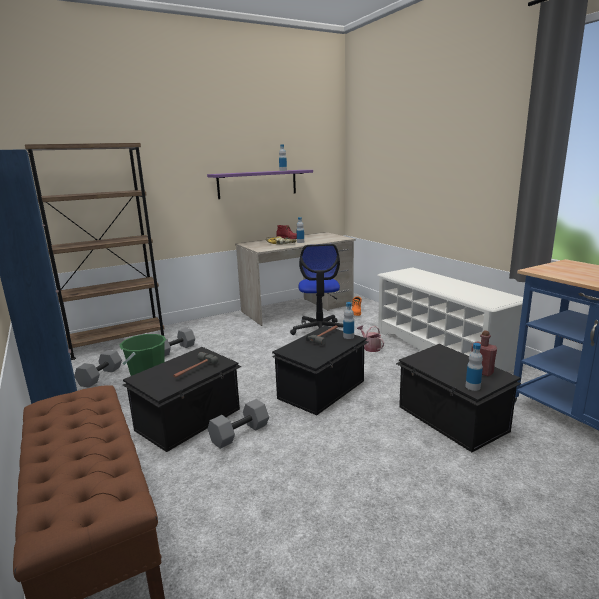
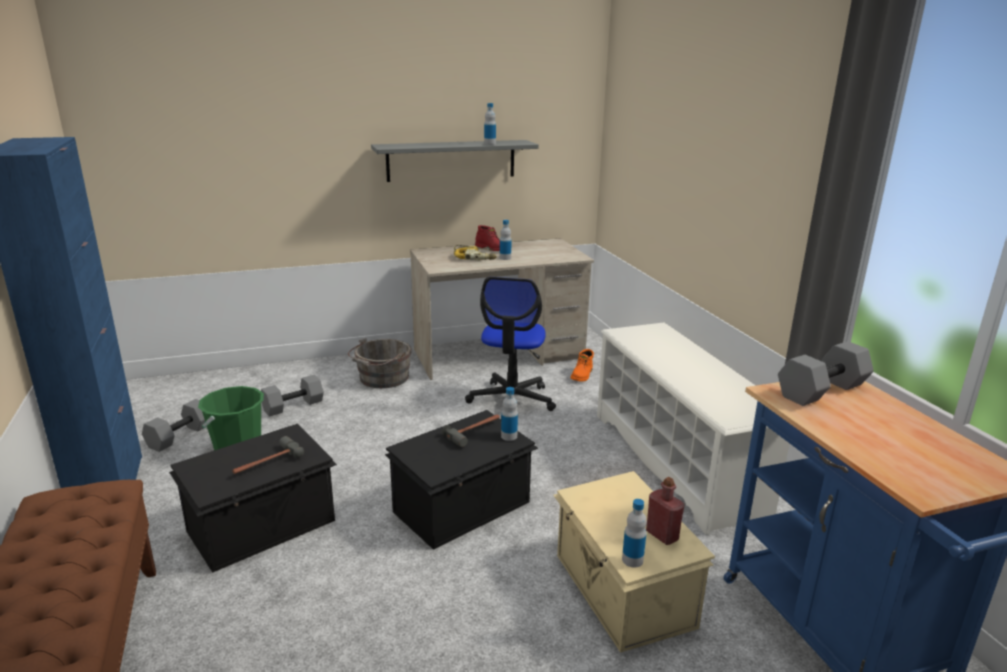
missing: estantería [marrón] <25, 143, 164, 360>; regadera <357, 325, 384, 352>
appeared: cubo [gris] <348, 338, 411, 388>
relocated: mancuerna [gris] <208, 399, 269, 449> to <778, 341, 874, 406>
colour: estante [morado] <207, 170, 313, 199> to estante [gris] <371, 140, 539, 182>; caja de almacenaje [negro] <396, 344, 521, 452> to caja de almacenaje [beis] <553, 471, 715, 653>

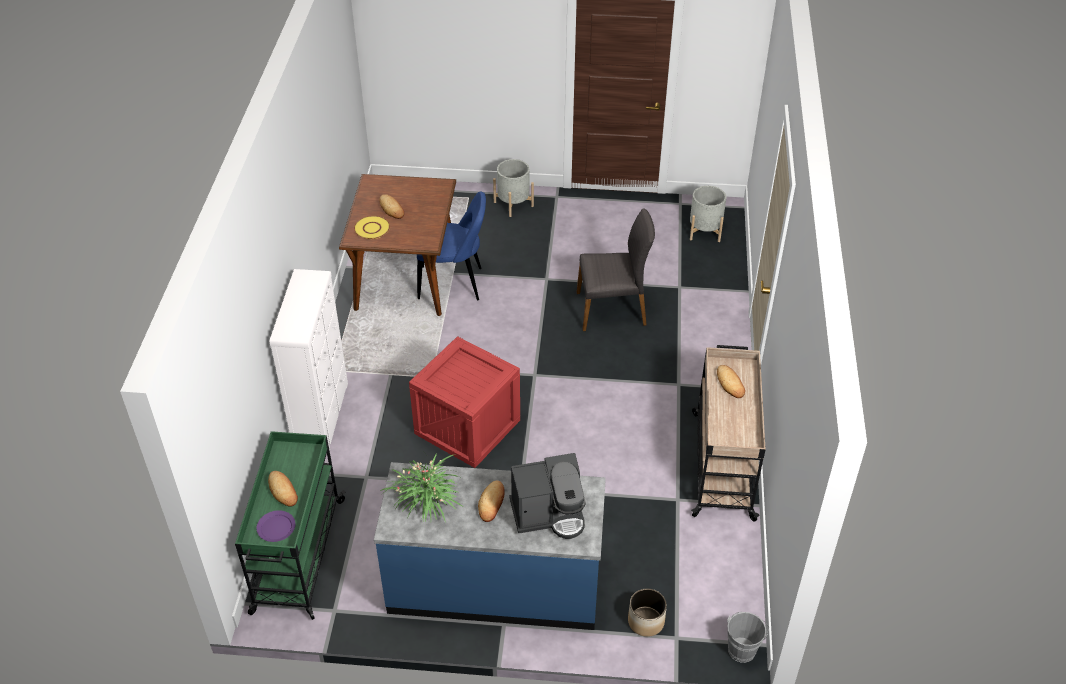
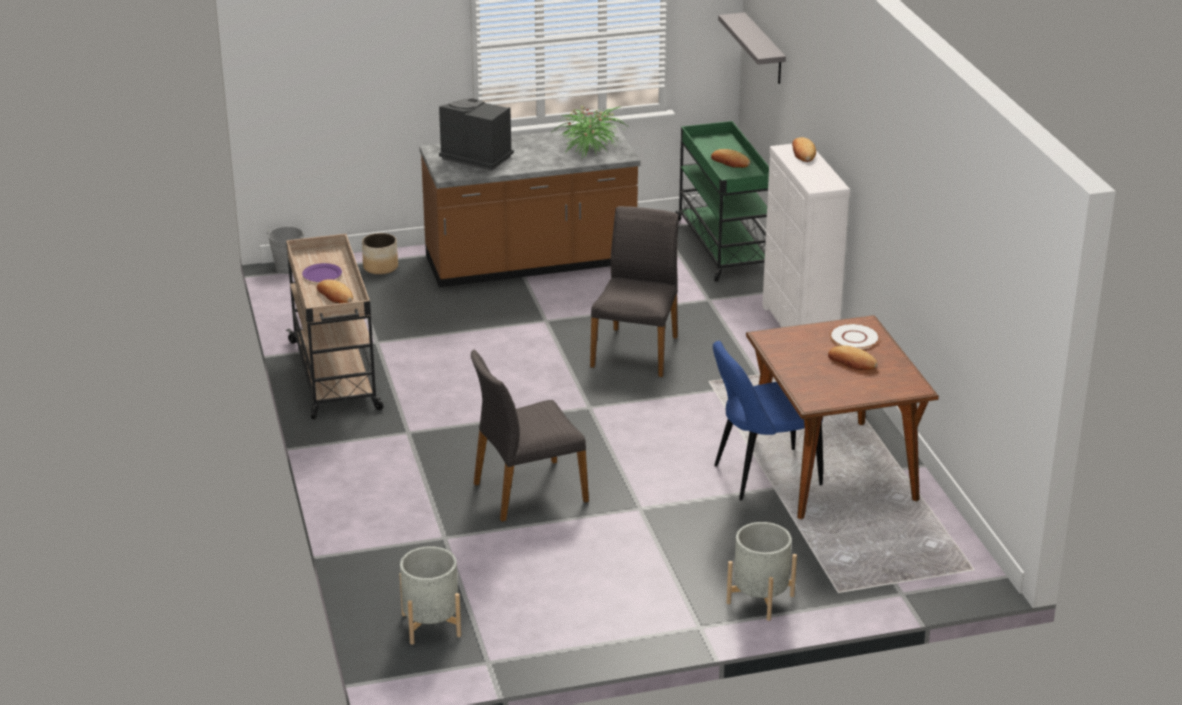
appeared: estante [gris] <718, 12, 786, 84>
relocated: pan <478, 480, 505, 522> to <792, 137, 816, 162>; plato [morado] <256, 510, 295, 542> to <302, 263, 342, 282>
exchanged: caja de embalaje <409, 336, 520, 468> to silla [gris] <590, 206, 679, 377>
colour: plato [amarillo] <354, 216, 390, 239> to plato [blanco] <830, 324, 880, 349>; mueble bajo de cocina [azul] <374, 462, 606, 630> to mueble bajo de cocina [marrón] <419, 125, 640, 287>
spun: cafetera <509, 453, 586, 539> = <439, 98, 514, 171> 60 degrees clockwise

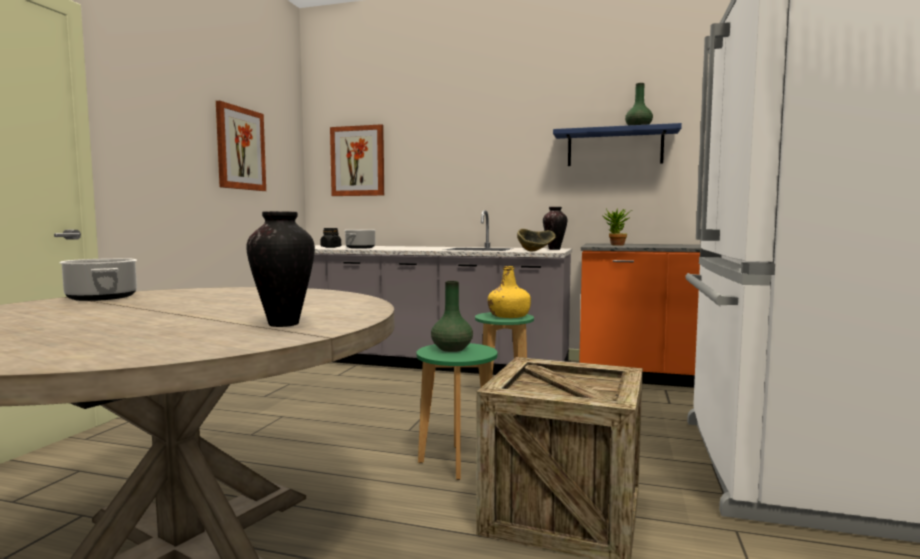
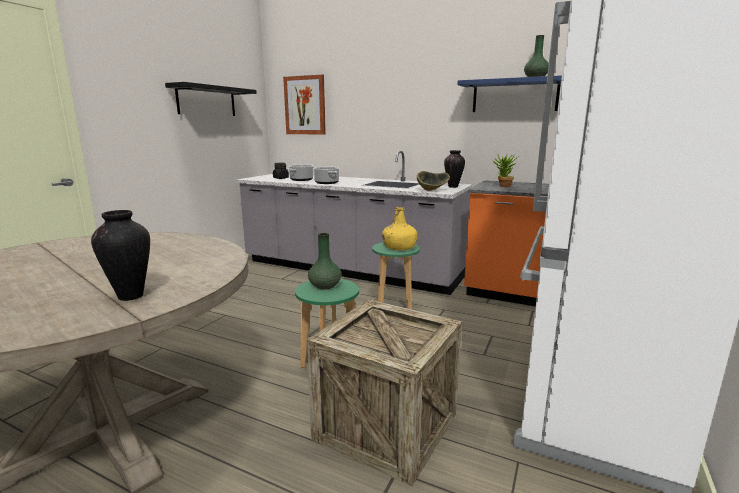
relocated: olla <60, 258, 137, 301> to <313, 167, 339, 184>
exchanged: cuadro <216, 101, 266, 191> to estante [negro] <165, 82, 257, 116>

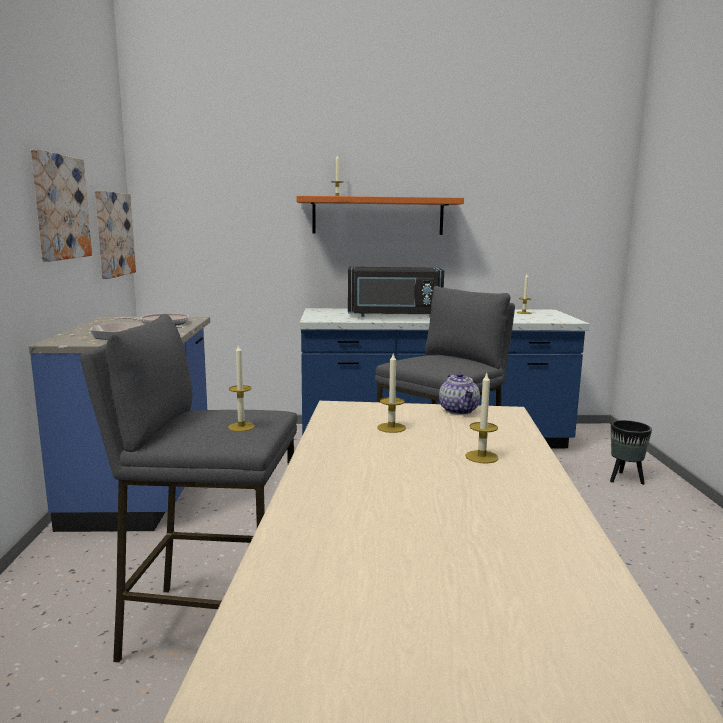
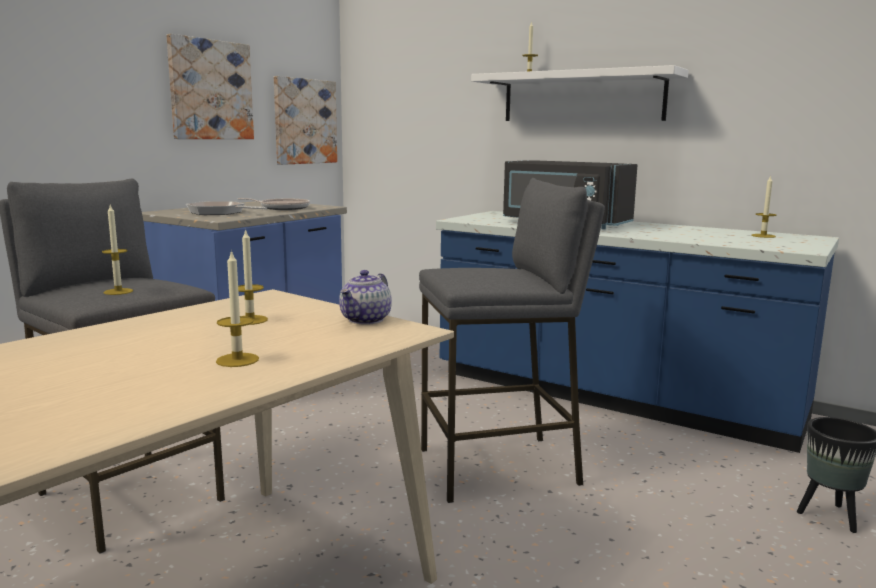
colour: estante [naranja] <296, 196, 464, 235> to estante [blanco] <471, 65, 689, 121>

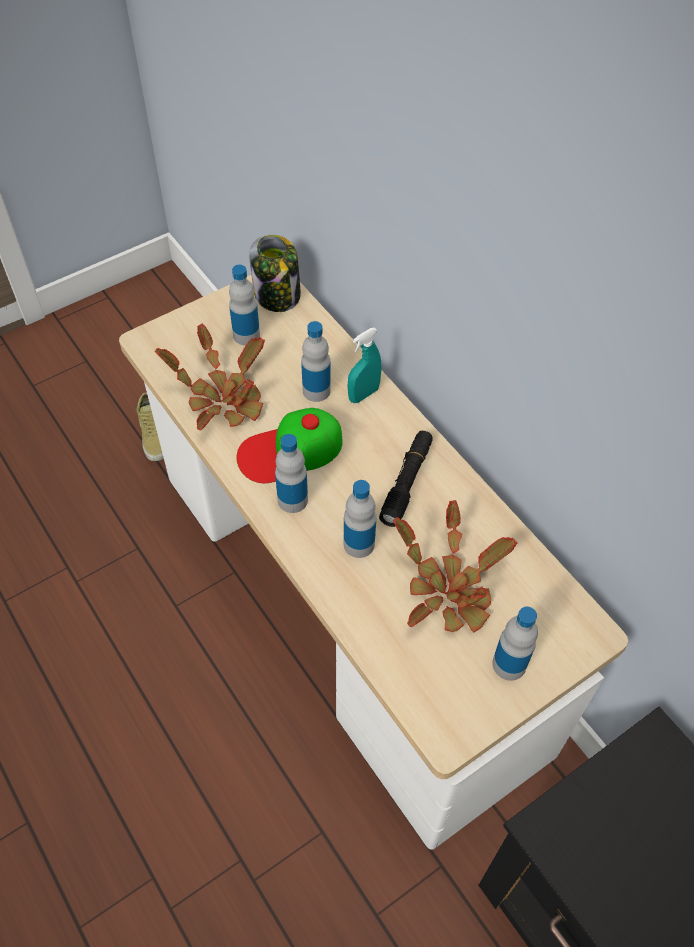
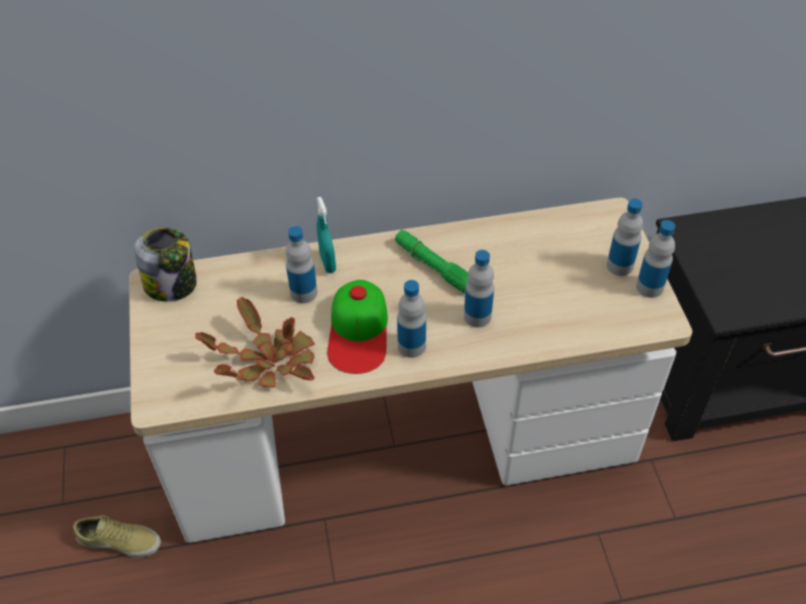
missing: planta en maceta <393, 500, 517, 633>
relocated: botella <229, 265, 260, 345> to <636, 220, 675, 298>
colour: linterna [negro] <379, 431, 433, 527> to linterna [verde] <395, 230, 468, 293>

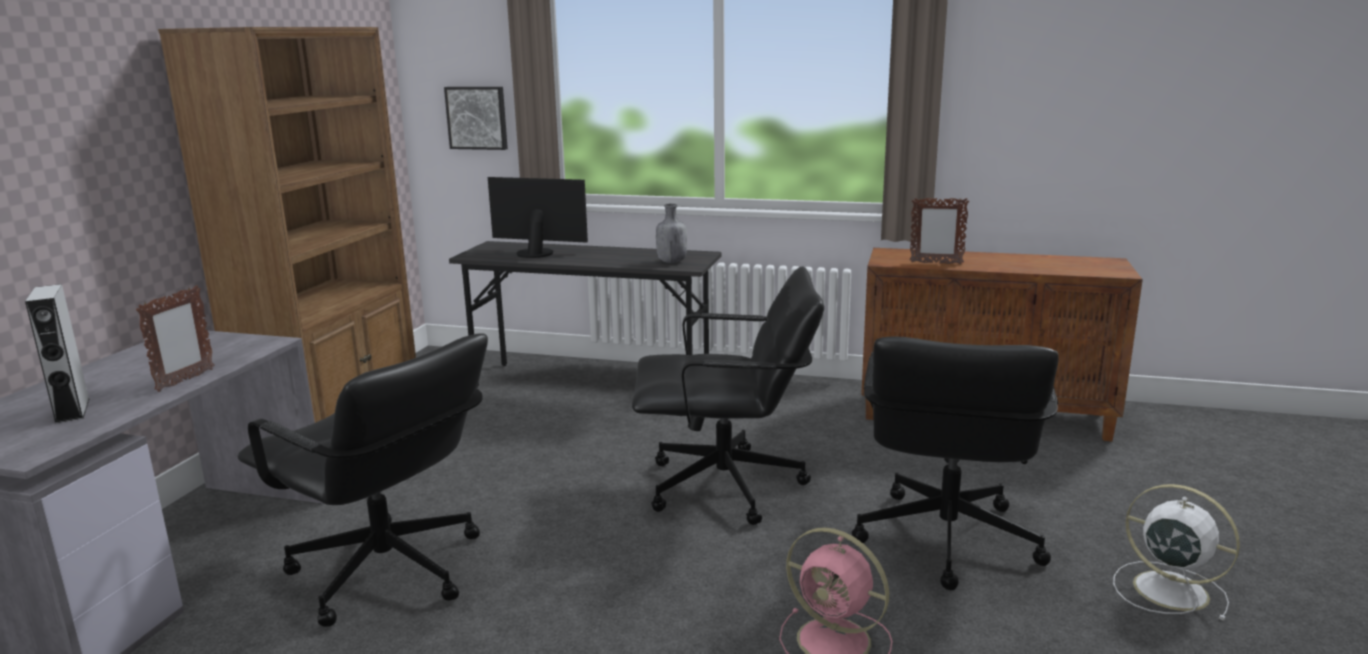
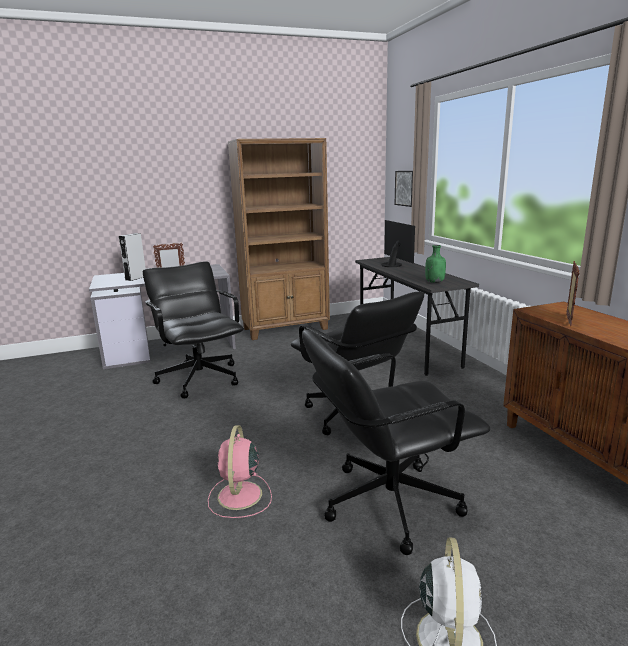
colour: botella [gris] <656, 204, 687, 263> to botella [verde] <425, 245, 446, 283>
spun: portarretratos <910, 197, 969, 265> = <566, 261, 579, 326> 135 degrees counterclockwise; silla de oficina [negro] <237, 333, 488, 627> = <143, 261, 244, 398> 150 degrees clockwise

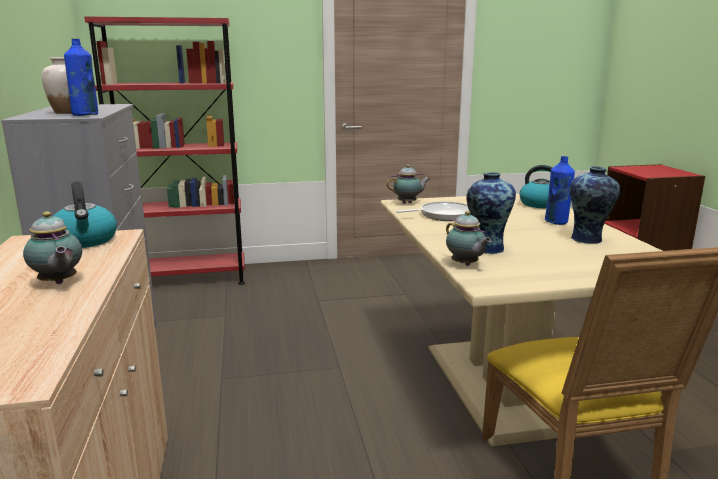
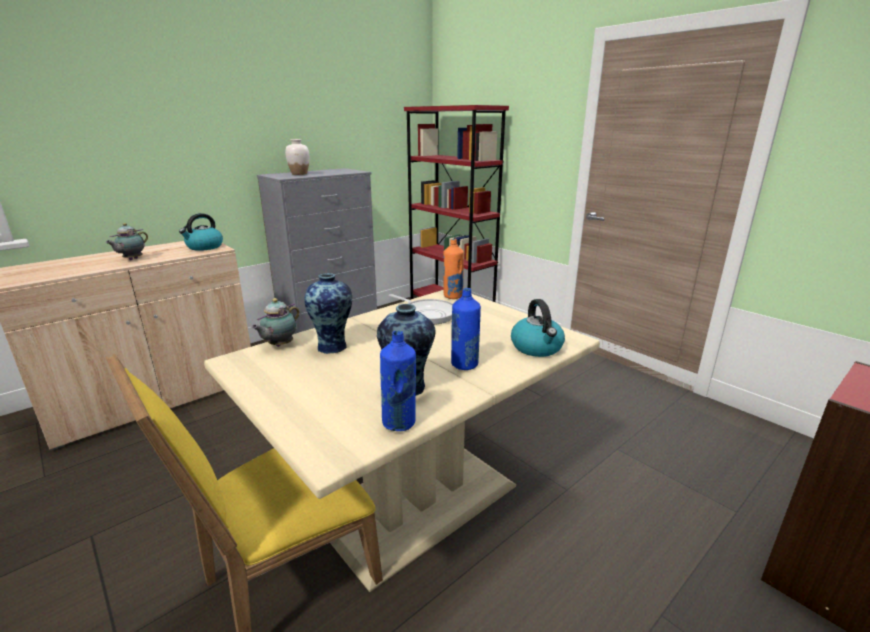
relocated: botella [azul] <64, 39, 98, 116> to <380, 330, 416, 431>
exchanged: tetera <386, 164, 430, 204> to botella [naranja] <443, 239, 464, 299>

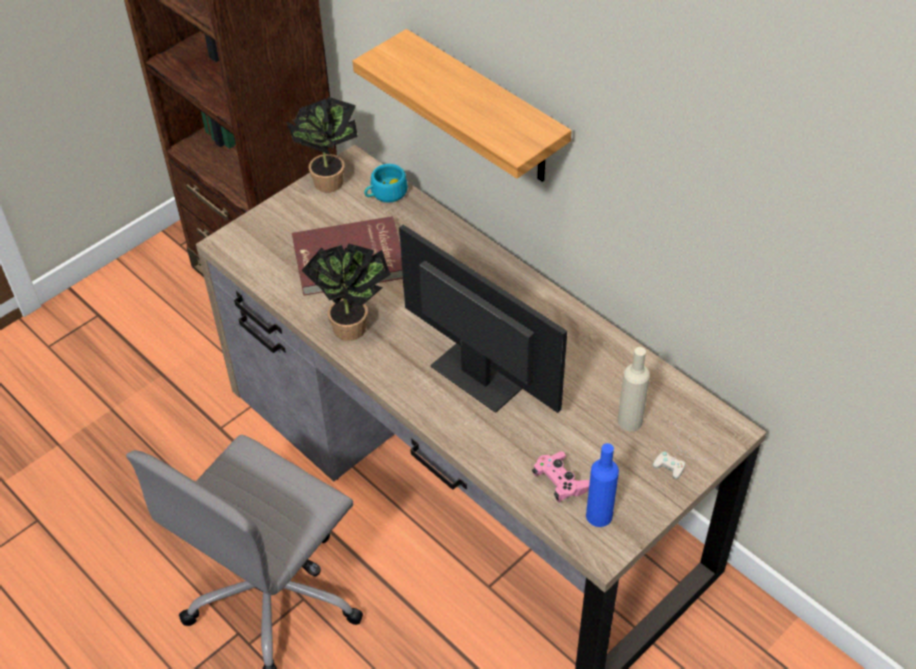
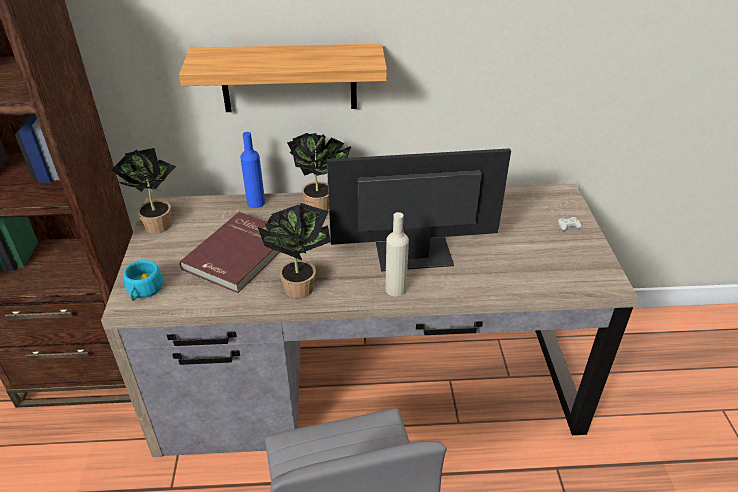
missing: mando de consola [rosa] <532, 451, 590, 503>
appeared: planta en maceta <287, 133, 351, 210>
relocated: taza [turquesa] <364, 164, 408, 203> to <123, 260, 163, 301>; botella [beis] <617, 347, 650, 431> to <385, 212, 409, 296>; botella [azul] <586, 443, 619, 527> to <240, 132, 265, 208>

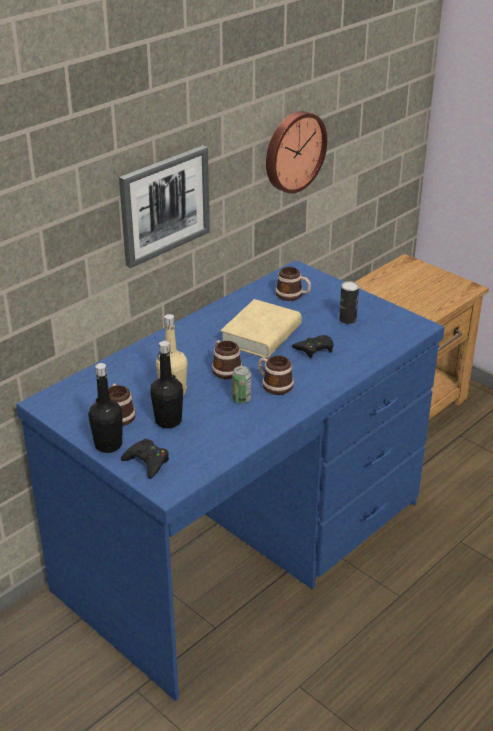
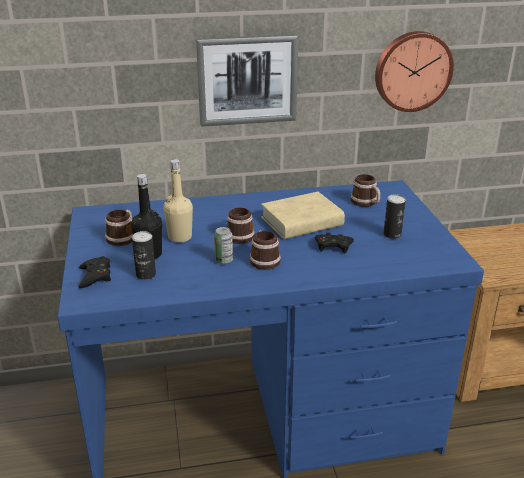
missing: botella [negro] <88, 363, 123, 453>
appeared: lata <132, 231, 156, 280>

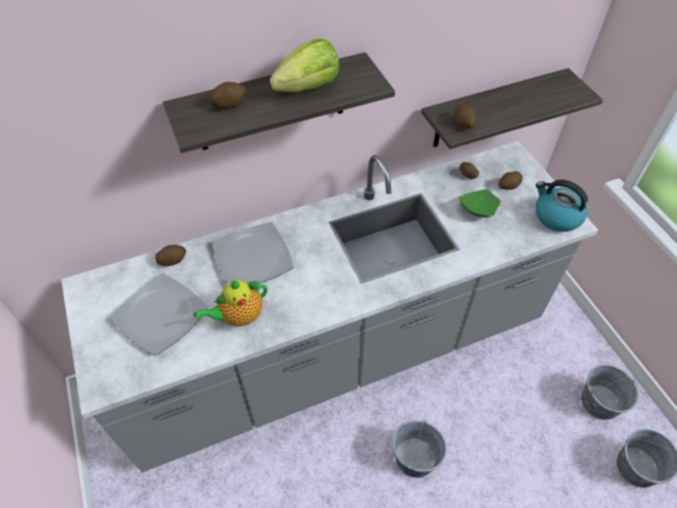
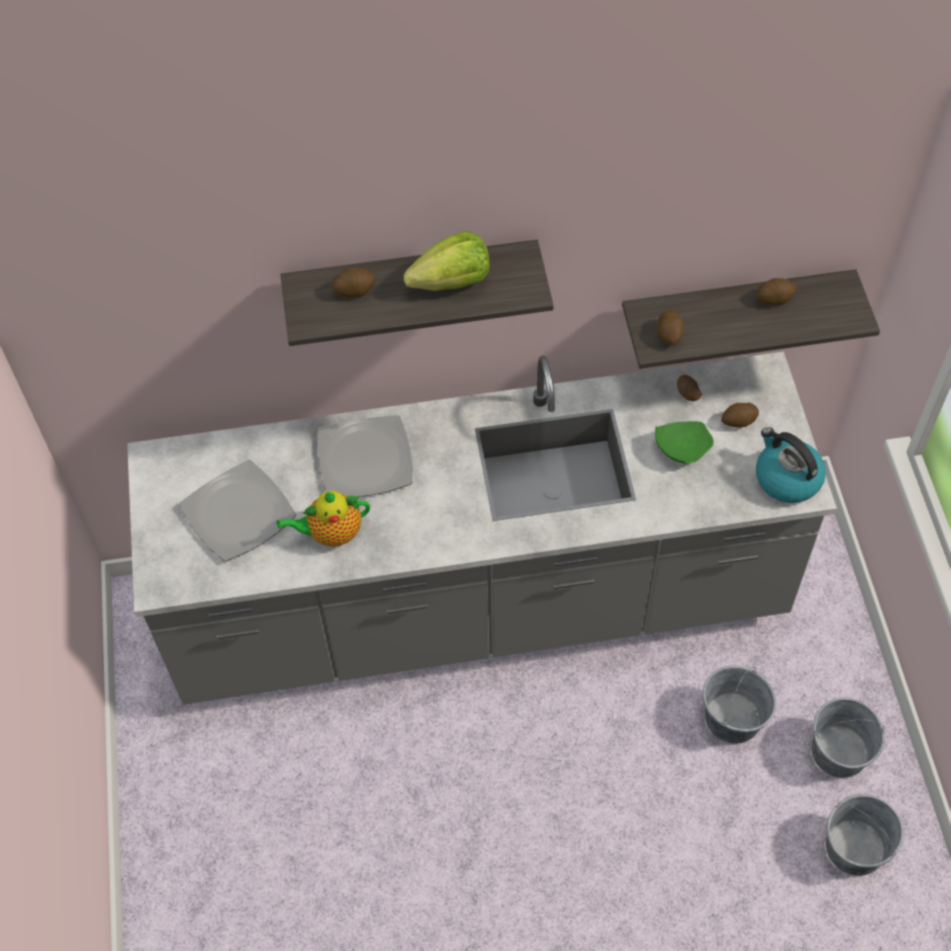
relocated: patata <155, 245, 186, 266> to <756, 278, 797, 305>; cubo [gris] <392, 420, 447, 478> to <703, 666, 776, 744>

